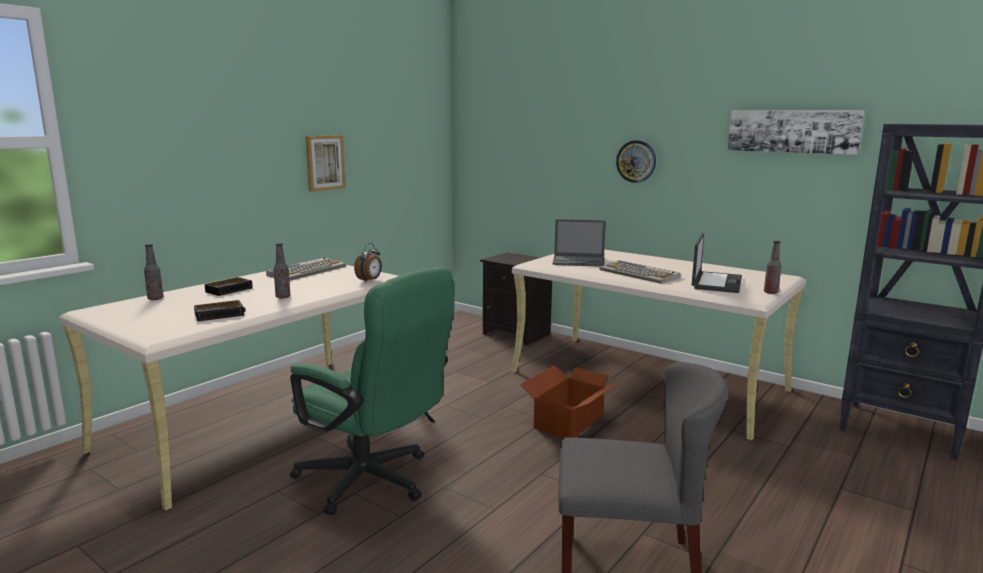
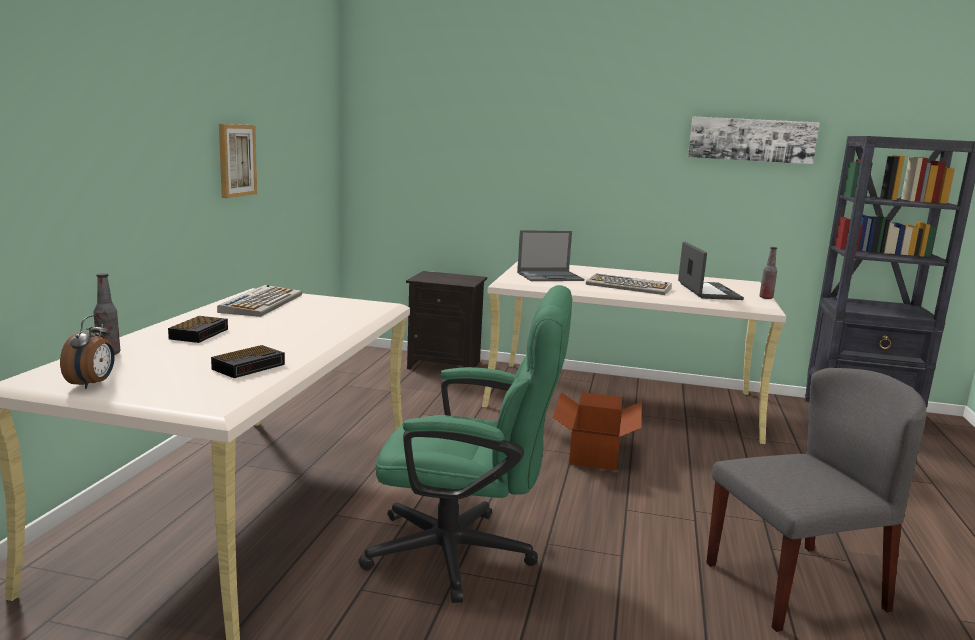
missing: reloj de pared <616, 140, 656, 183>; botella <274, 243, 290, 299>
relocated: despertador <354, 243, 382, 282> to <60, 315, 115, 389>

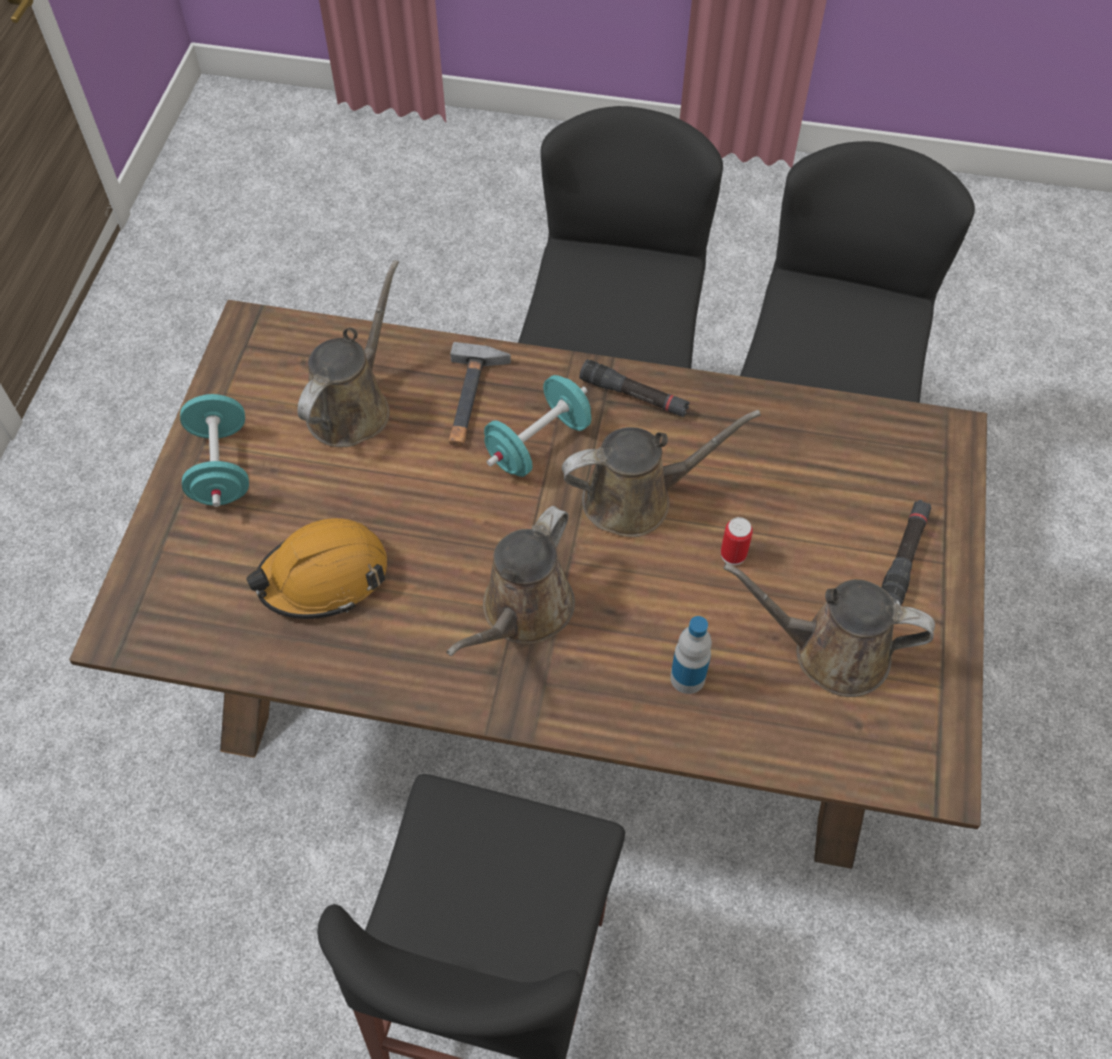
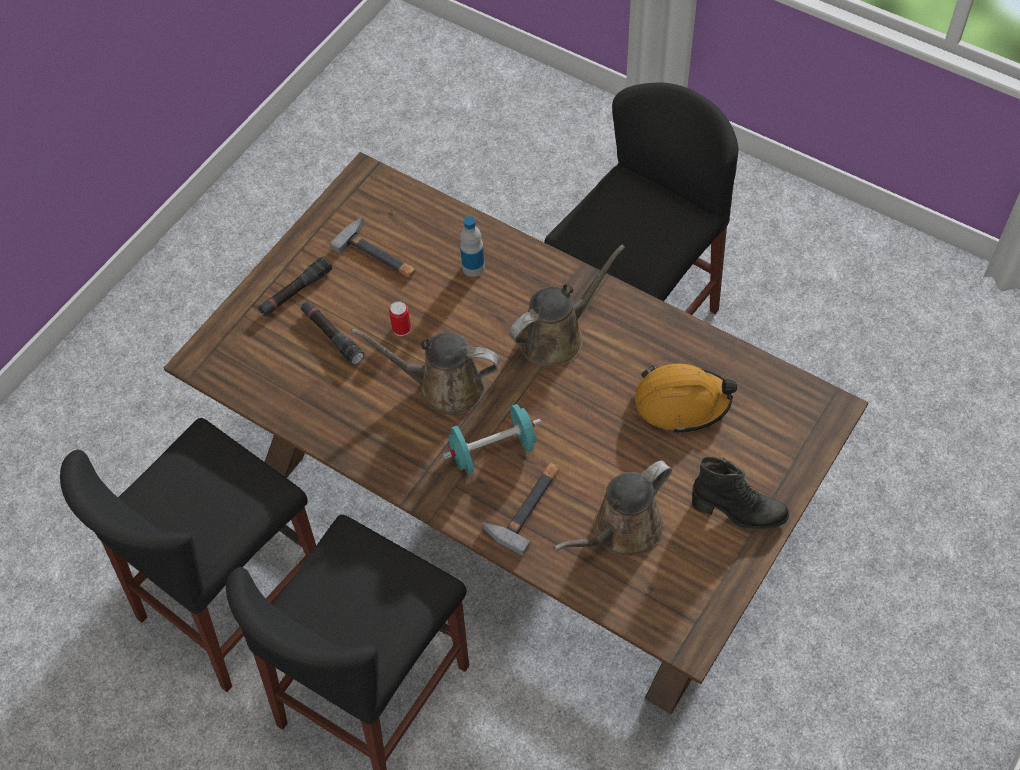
relocated: linterna [negro] <579, 359, 690, 417> to <301, 301, 364, 365>
exchanged: mancuerna [turquesa] <180, 394, 249, 507> to bota [negro] <692, 457, 789, 531>; regadera [marrón] <723, 563, 935, 697> to martillo <330, 217, 415, 278>

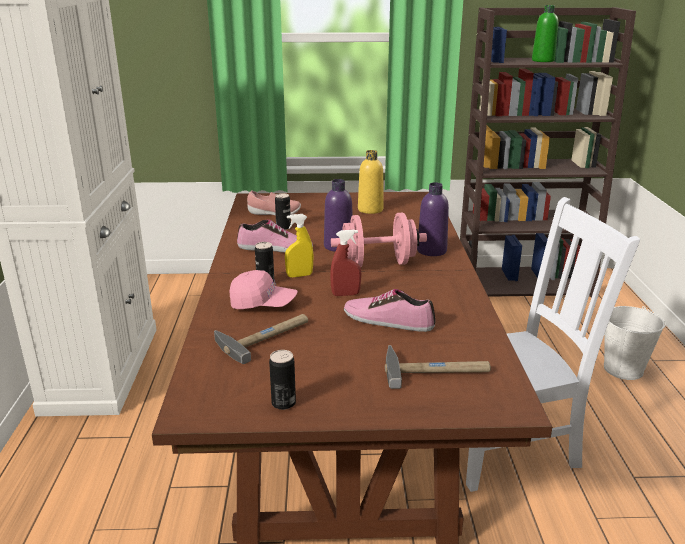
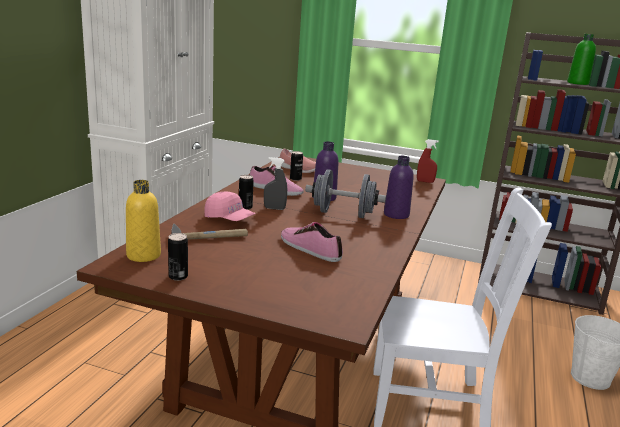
missing: martillo <385, 345, 491, 389>
relocated: botella [amarillo] <358, 150, 384, 214> to <126, 180, 161, 262>; pulverizador [rojo] <330, 230, 361, 296> to <417, 139, 439, 183>
colour: mancuerna [rosa] <331, 213, 427, 267> to mancuerna [gris] <305, 169, 386, 218>; pulverizador [amarillo] <285, 214, 314, 277> to pulverizador [gris] <264, 157, 287, 210>

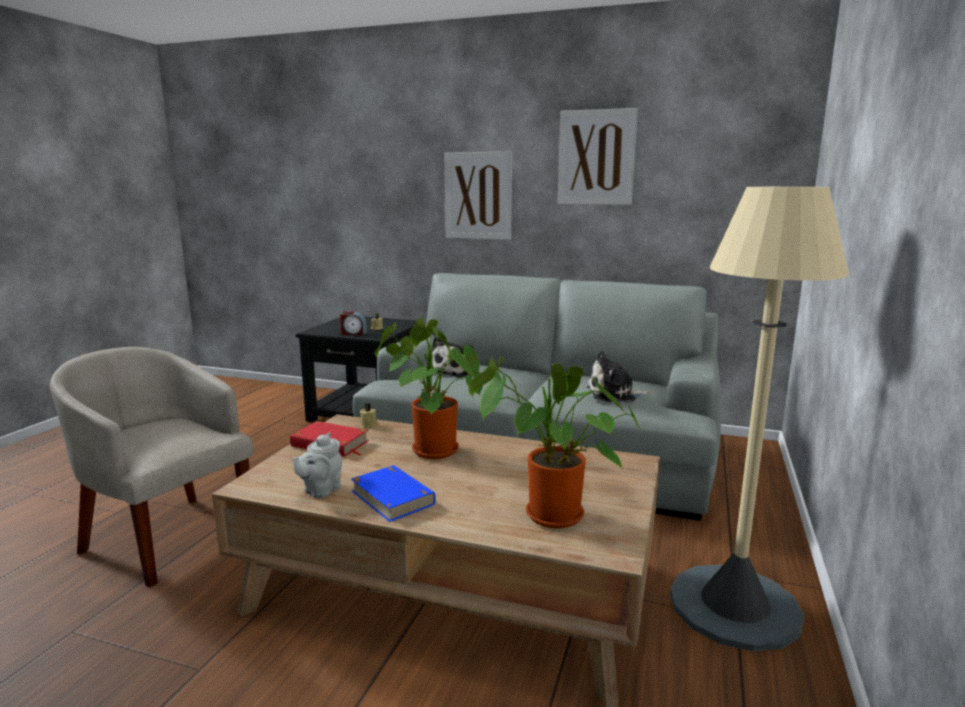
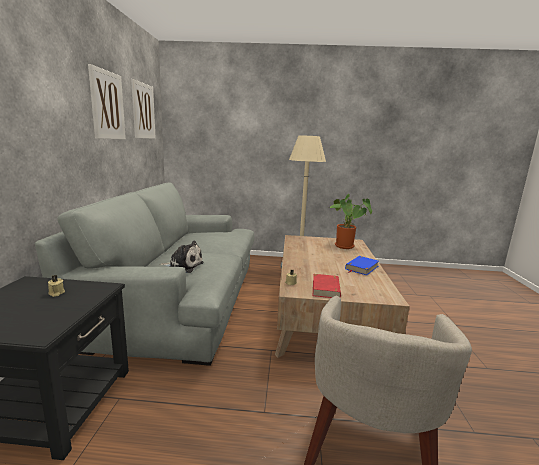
missing: despertador <340, 311, 367, 335>; planta en maceta <374, 318, 483, 459>; peluche <587, 351, 650, 402>; tetera [gris] <293, 432, 342, 498>
relocated: cuadro <444, 152, 512, 240> to <131, 79, 156, 139>

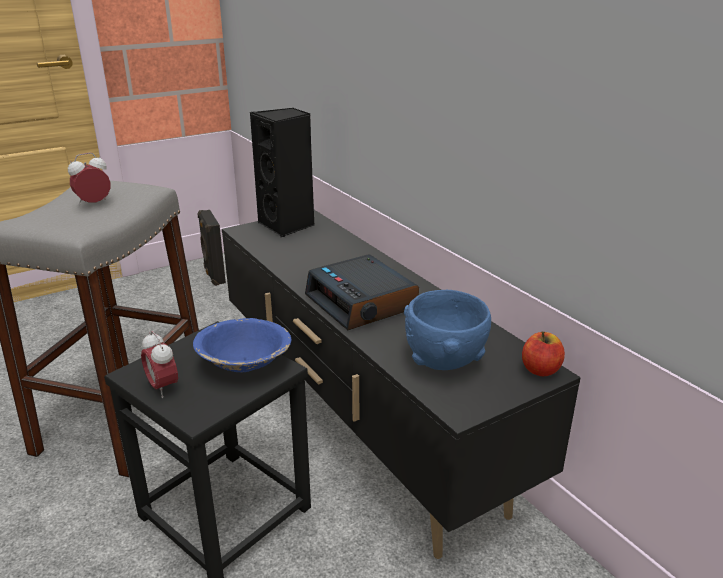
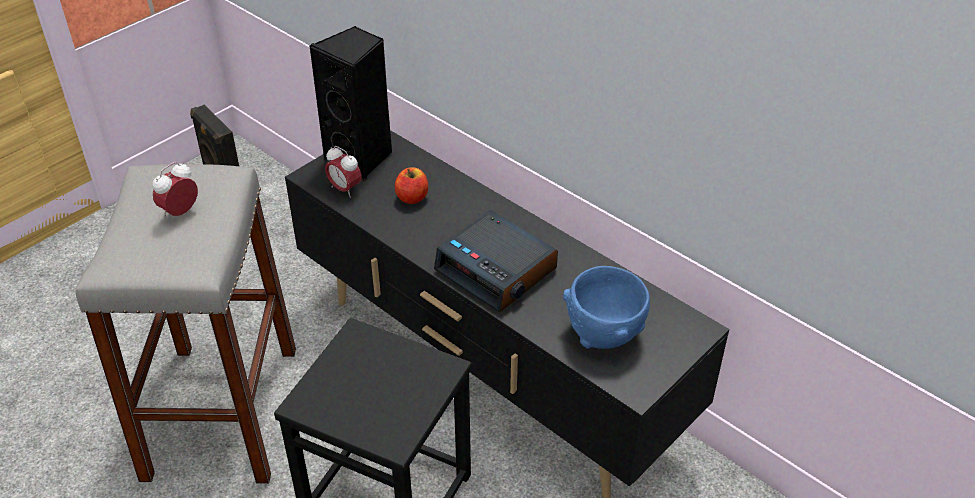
missing: cuenco [azul] <193, 318, 291, 372>
relocated: despertador <141, 331, 178, 398> to <325, 146, 362, 198>; manzana <522, 331, 565, 376> to <395, 167, 428, 204>

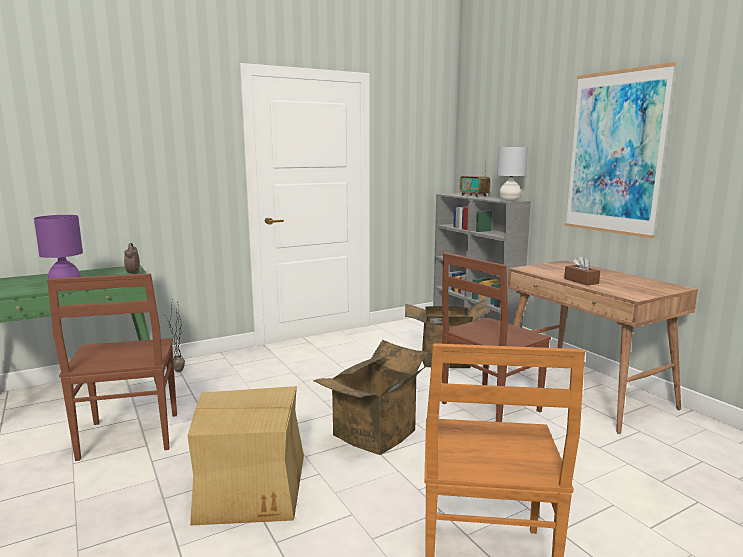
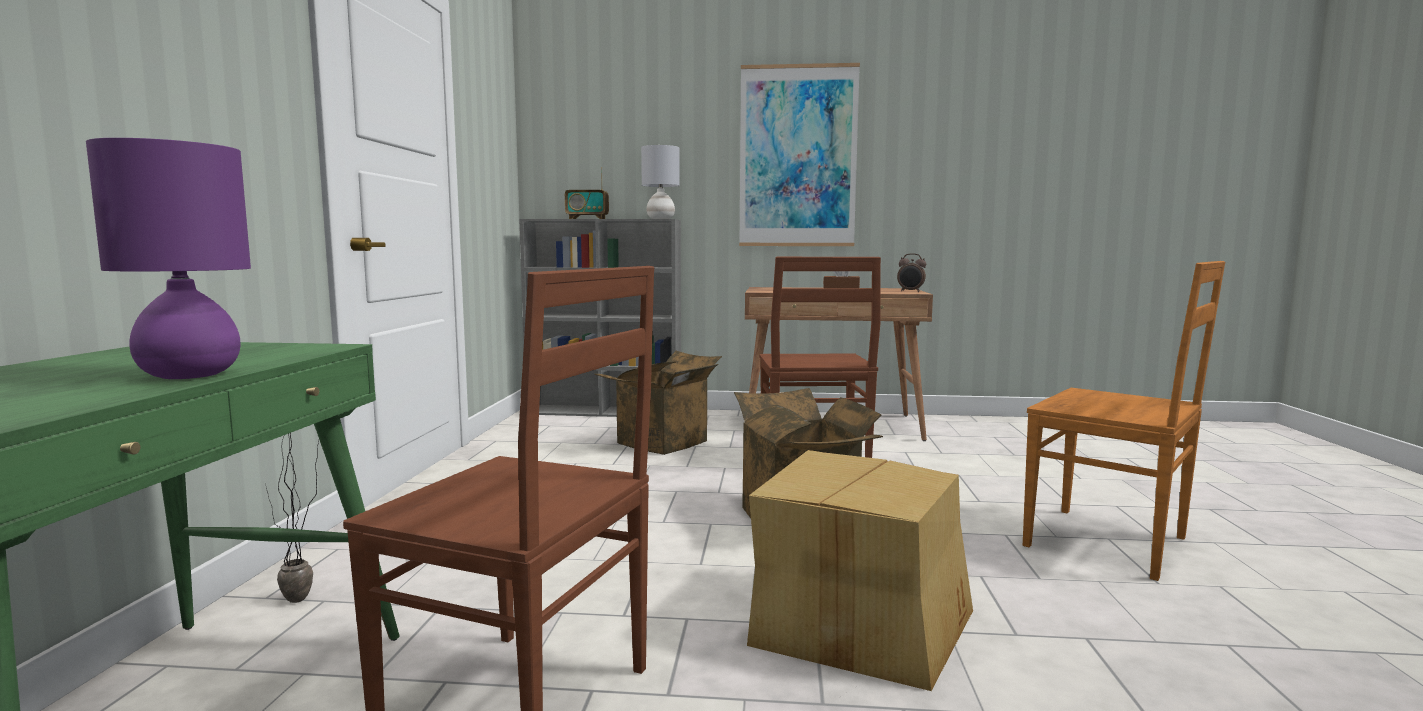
relocated: despertador <124, 243, 140, 275> to <897, 254, 926, 292>

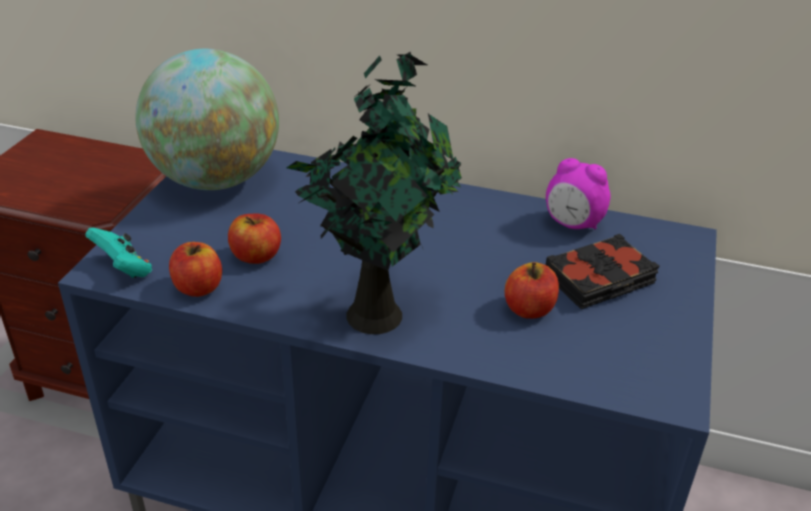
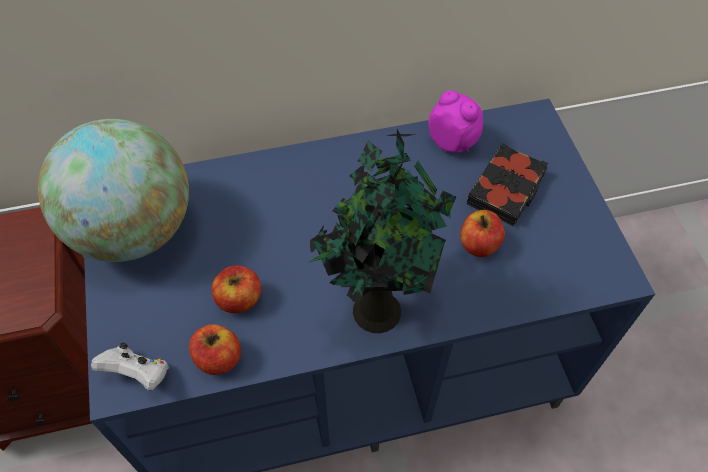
colour: mando de consola [turquesa] <86, 228, 152, 278> to mando de consola [blanco] <91, 343, 169, 390>
spun: despertador <546, 158, 611, 229> = <429, 90, 483, 153> 135 degrees counterclockwise

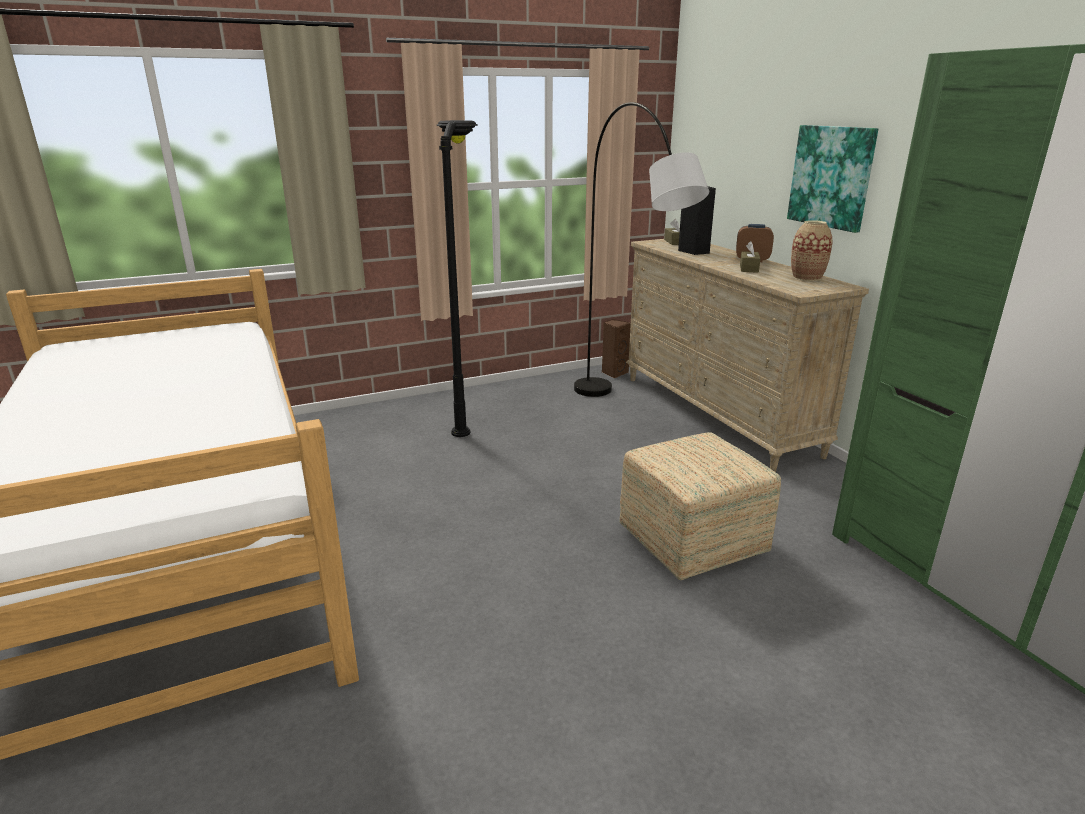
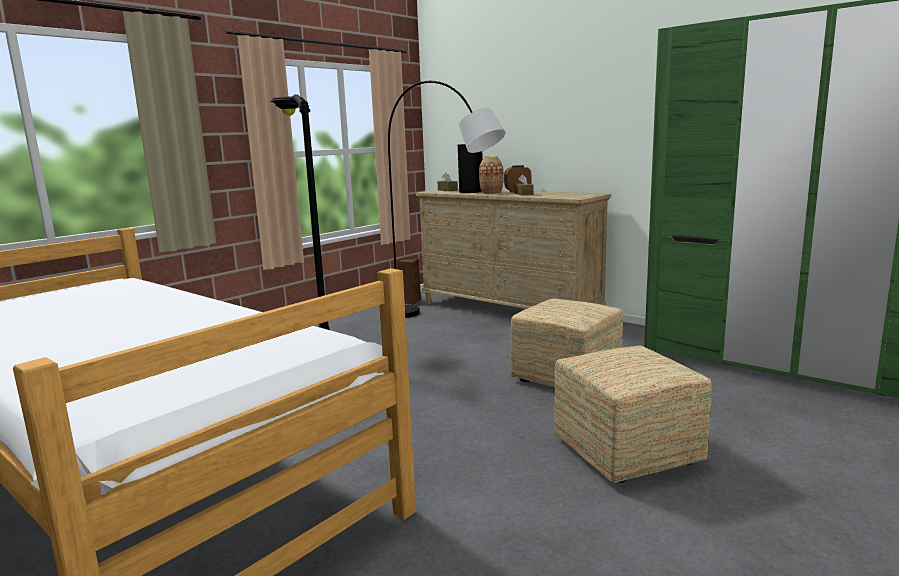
missing: cuadro <787, 125, 878, 233>
appeared: puf <554, 346, 712, 483>
relocated: florero <791, 220, 832, 281> to <479, 156, 504, 195>

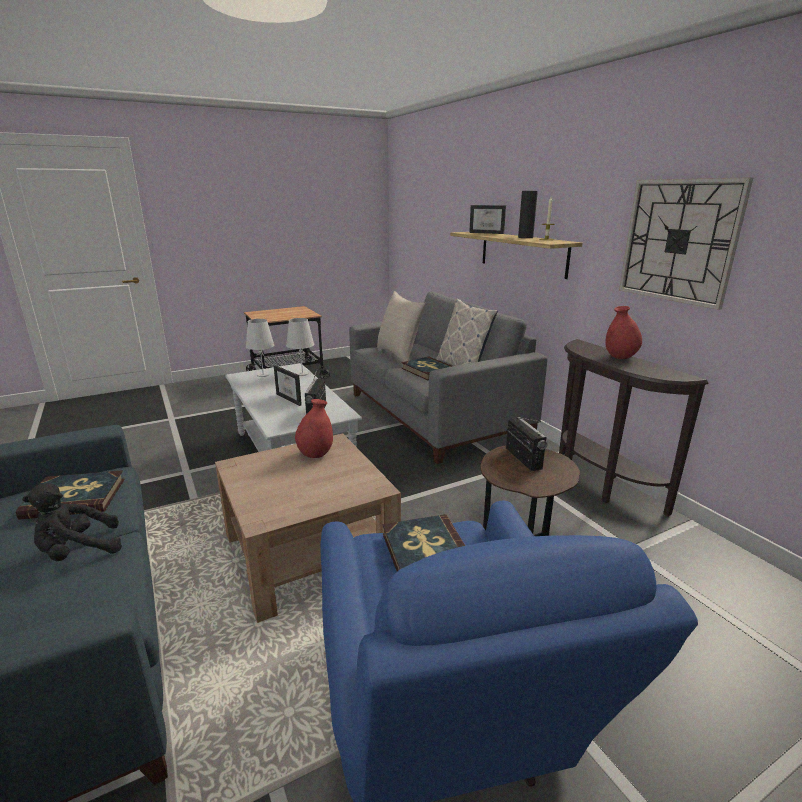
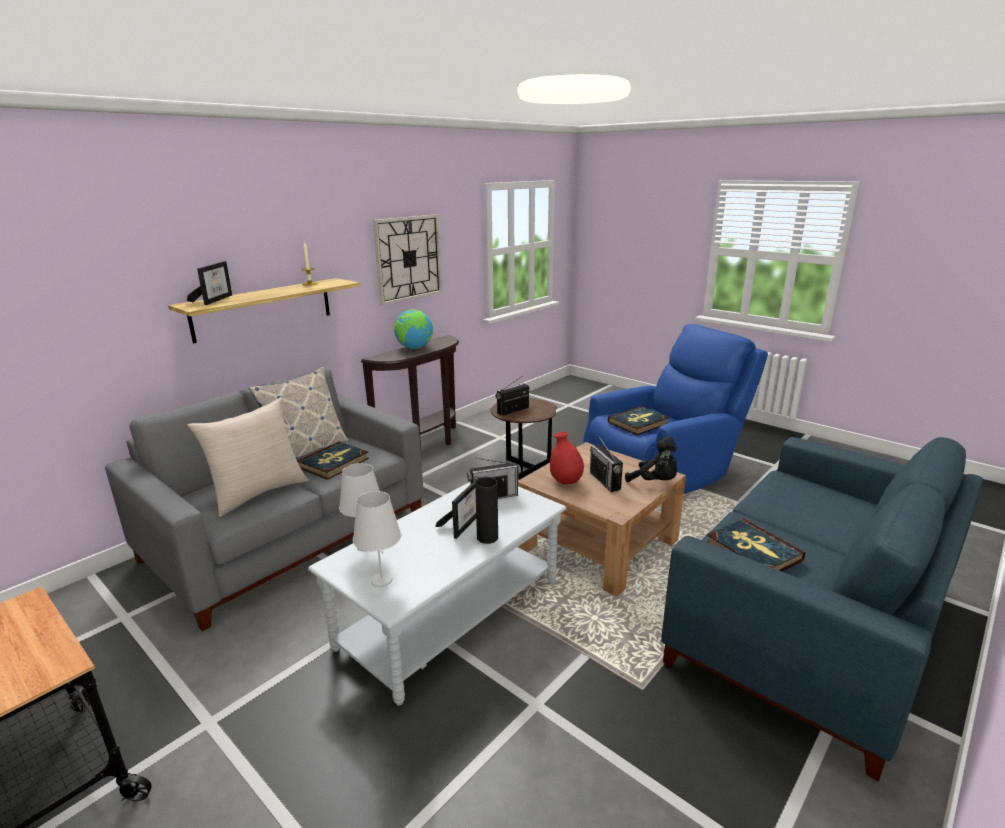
appeared: radio <590, 435, 623, 492>
relocated: florero [negro] <518, 191, 538, 238> to <475, 477, 498, 544>; peluche [negro] <22, 483, 122, 561> to <625, 436, 677, 482>
exchanged: florero [rojo] <605, 306, 642, 359> to globo terráqueo <394, 309, 433, 349>

